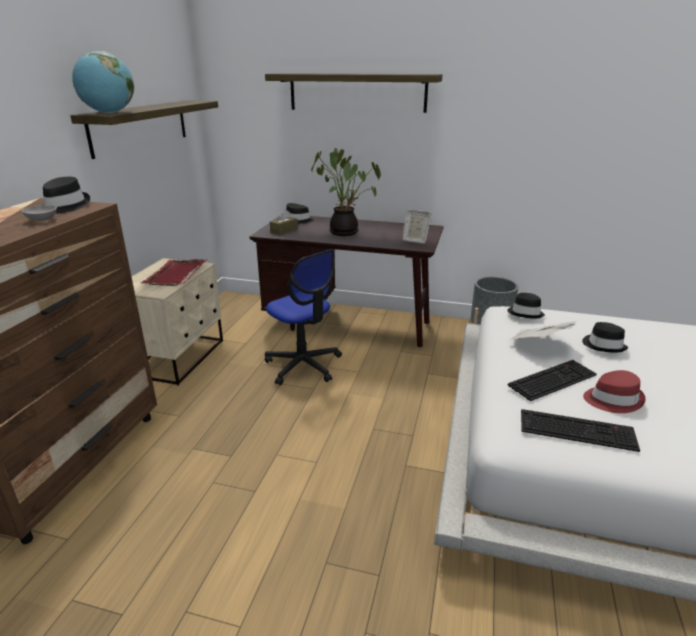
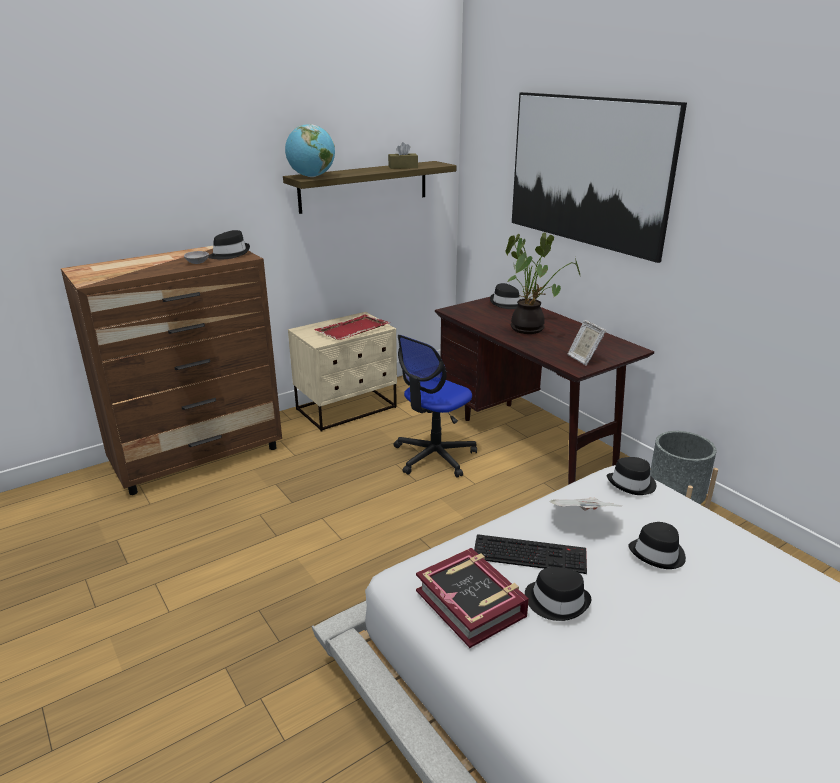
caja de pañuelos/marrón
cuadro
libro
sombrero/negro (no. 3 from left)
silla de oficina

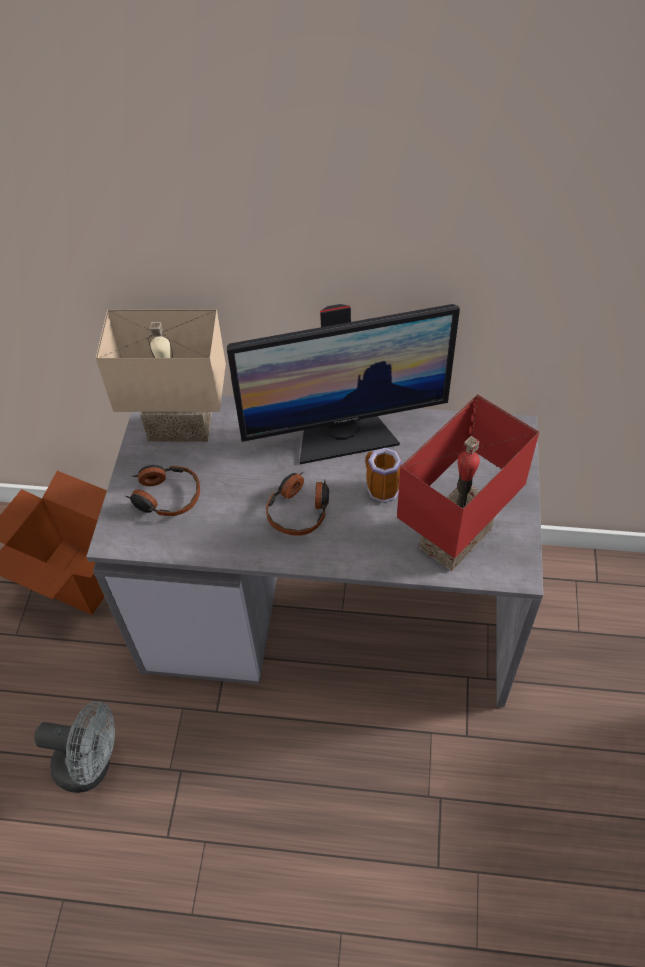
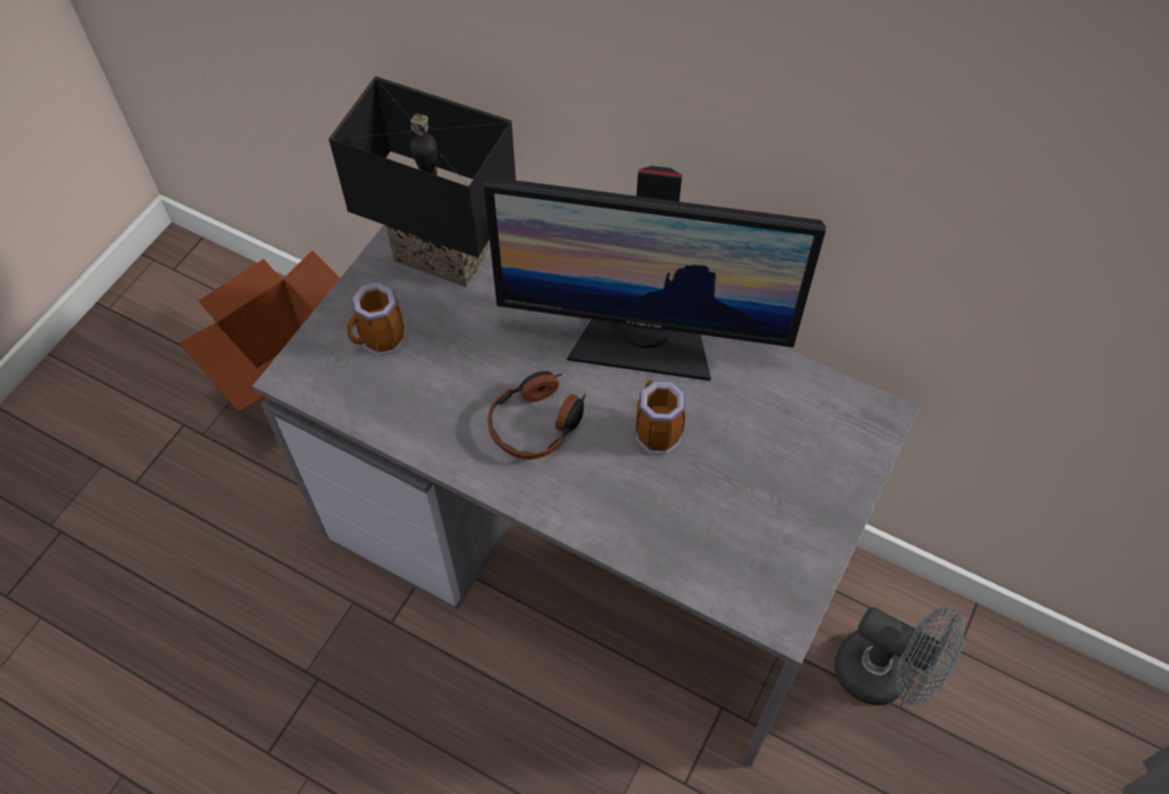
lámpara de mesa/rojo
ventilador/gris
taza grande (no. 1 from left)
lámpara de mesa/negro

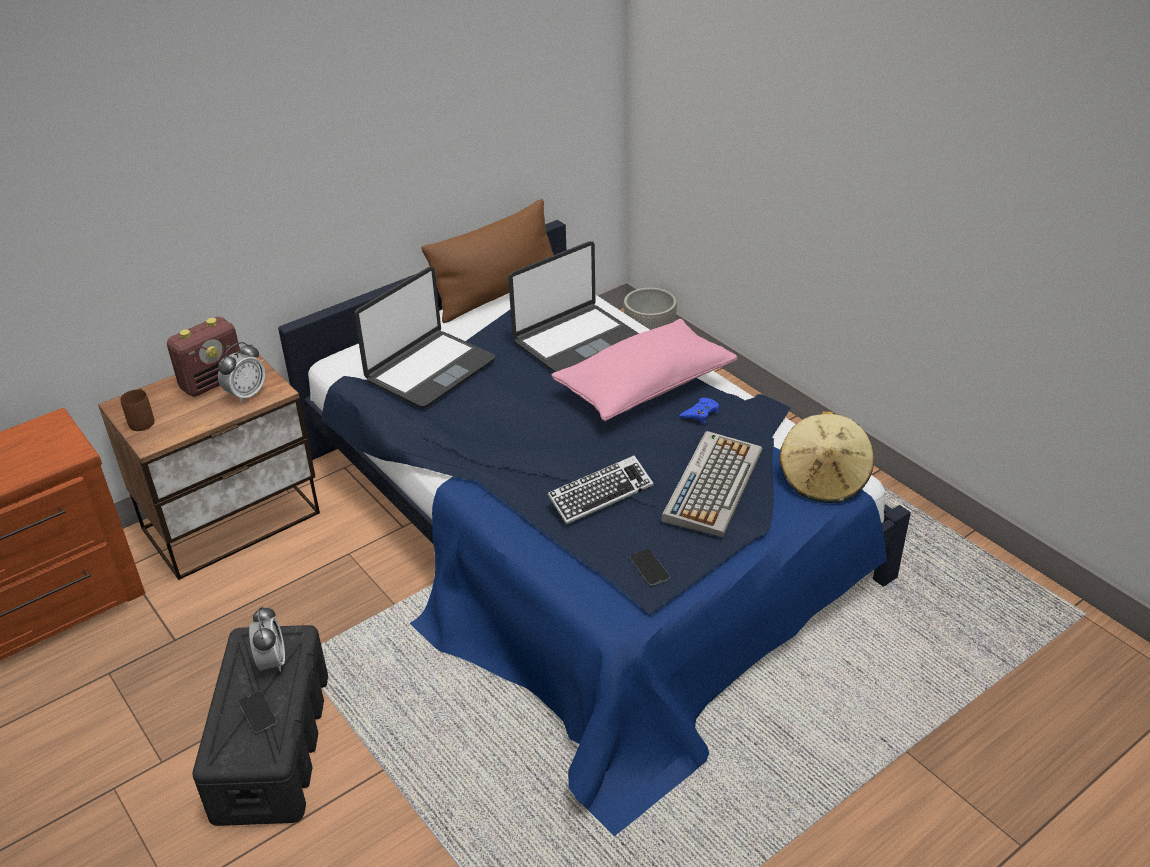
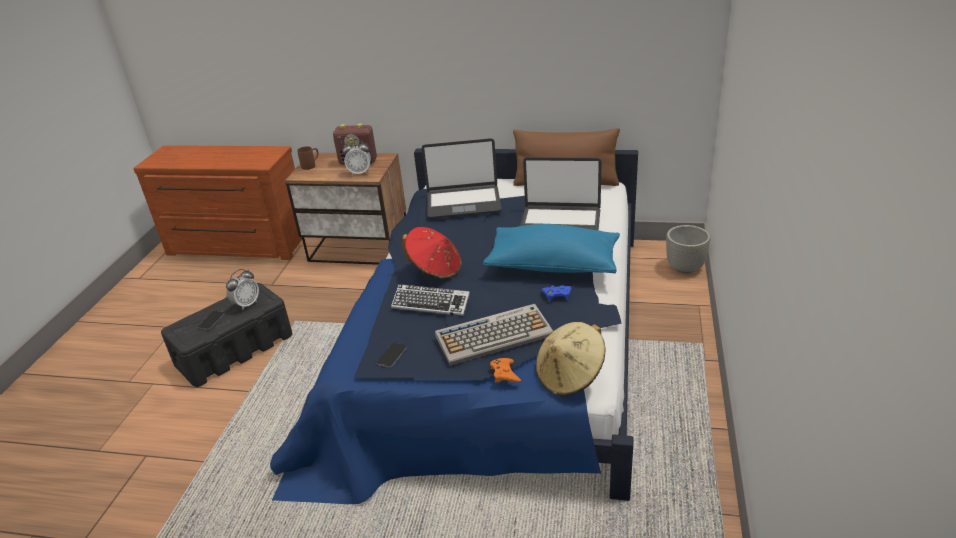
sombrero/rojo
mando de consola/naranja
cojín/azul

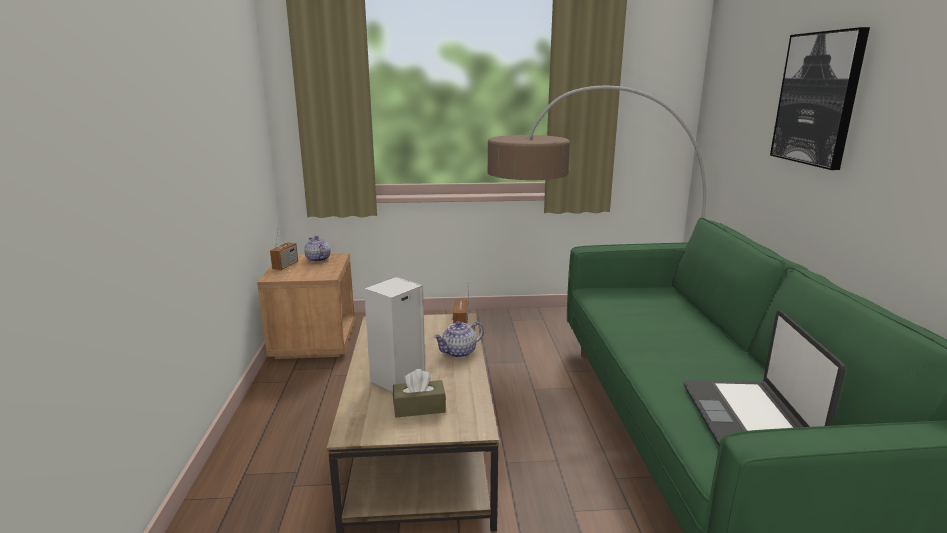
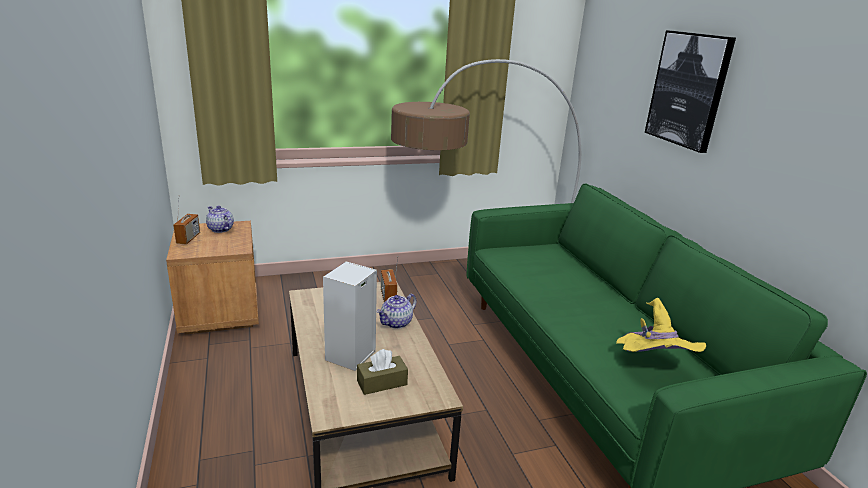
sombrero/amarillo

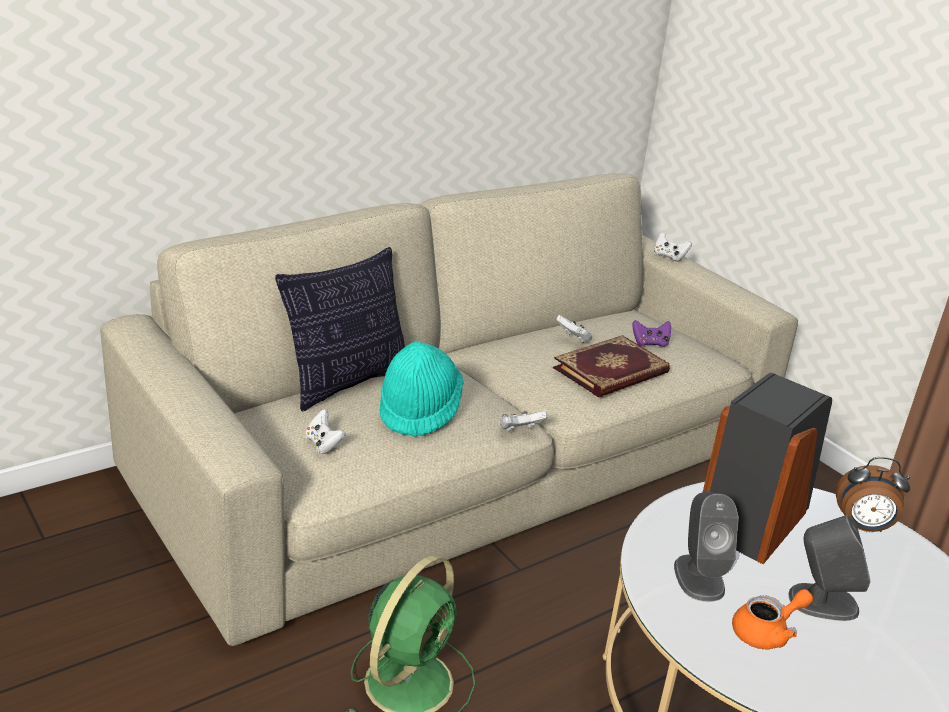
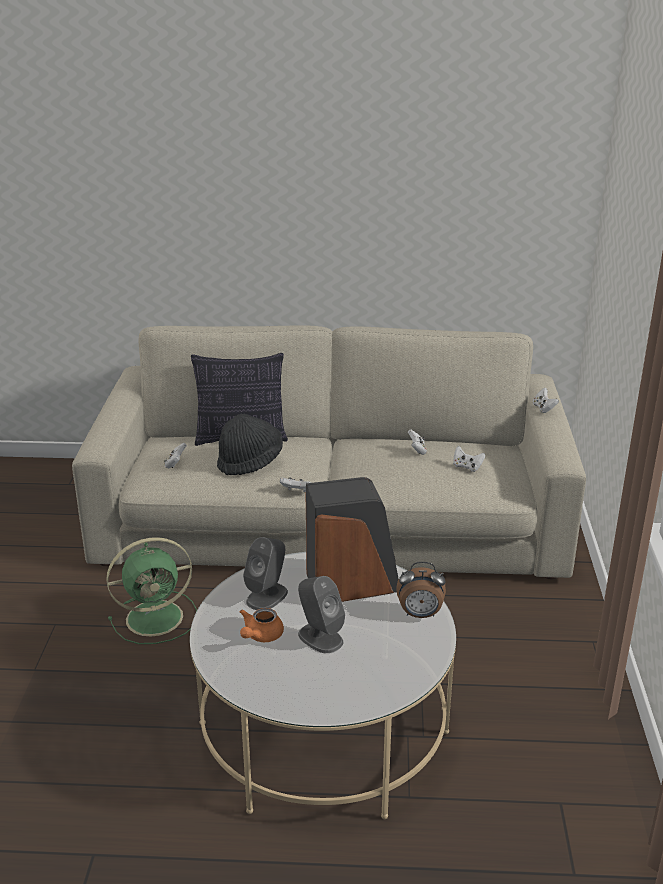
libro
sombrero/negro
mando de consola/blanco (no. 4 from left)
tetera/naranja
despertador

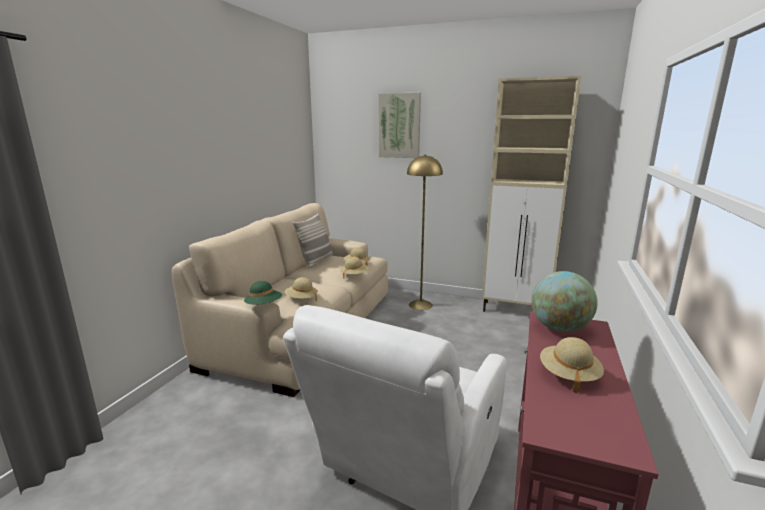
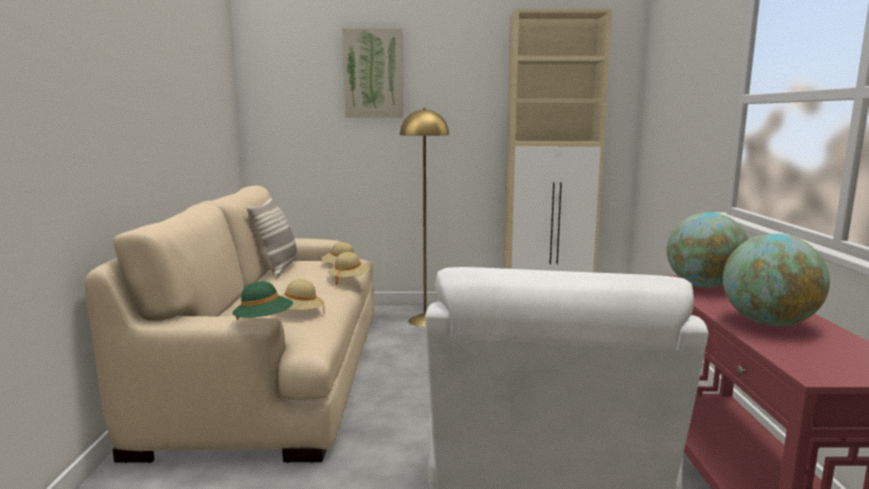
globo terráqueo (no. 2 from left)

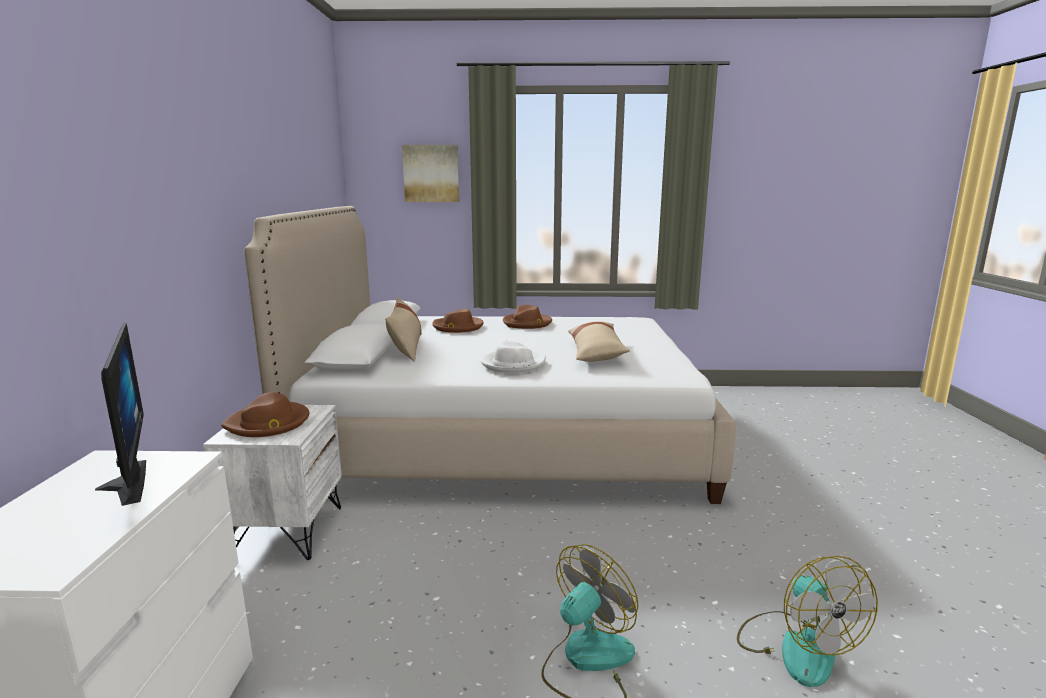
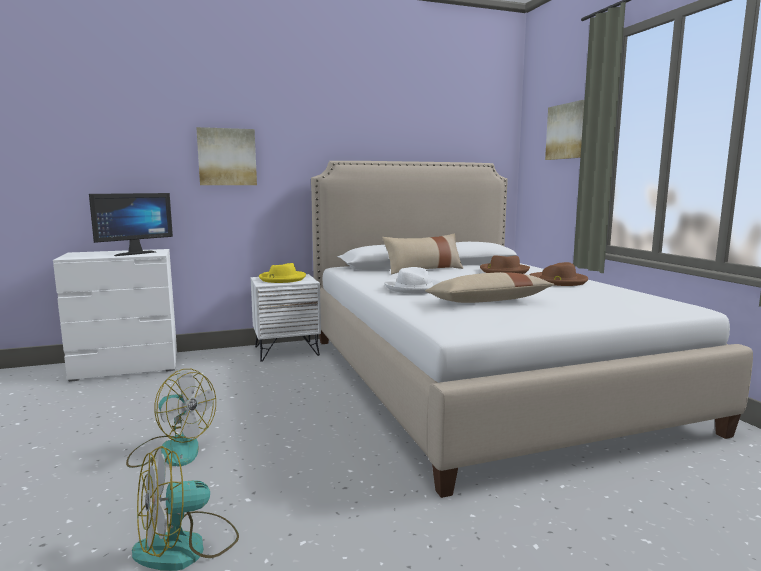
cuadro (no. 1 from left)
sombrero/amarillo

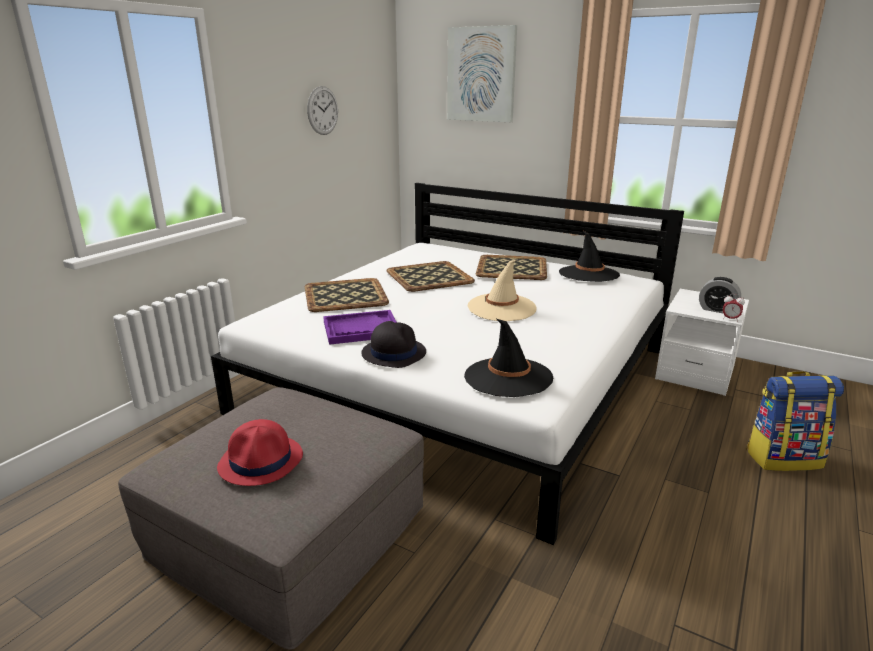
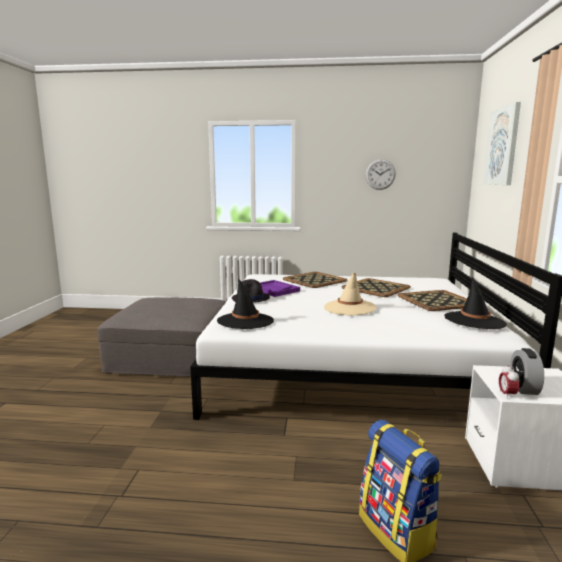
sombrero/rojo

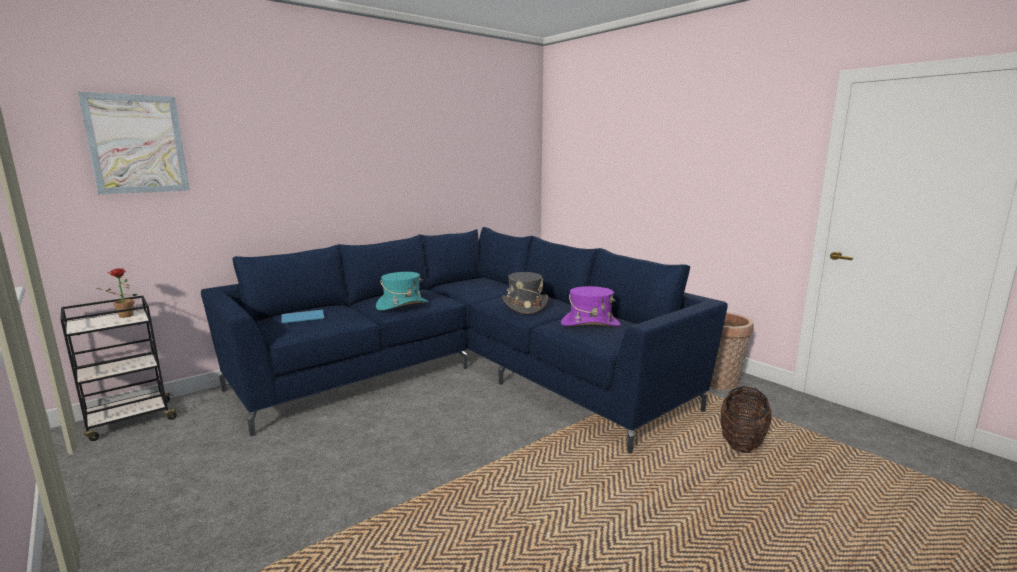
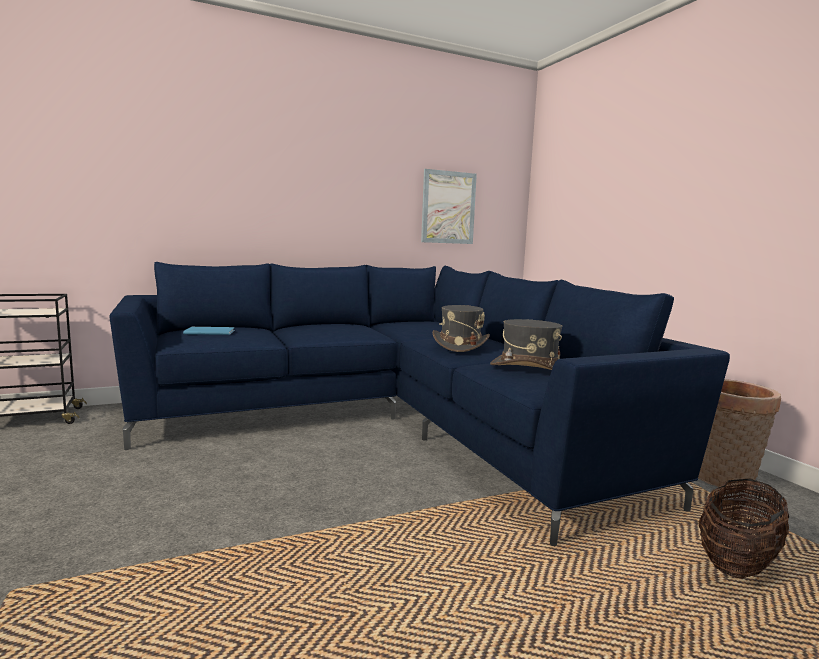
planta en maceta
sombrero/turquesa
cuadro
sombrero/gris (no. 2 from left)

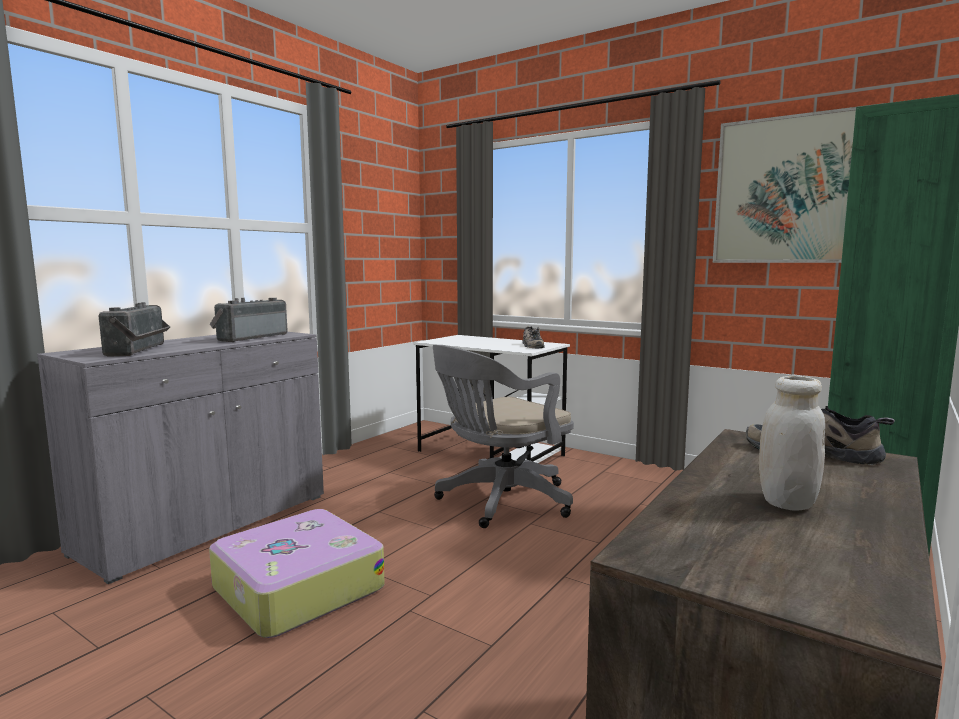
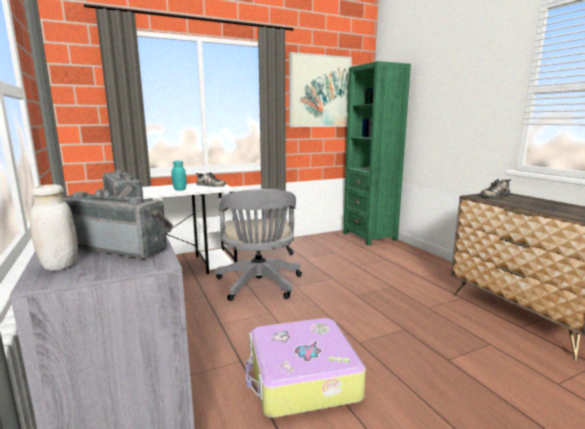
tarro/turquesa
tarro/blanco

